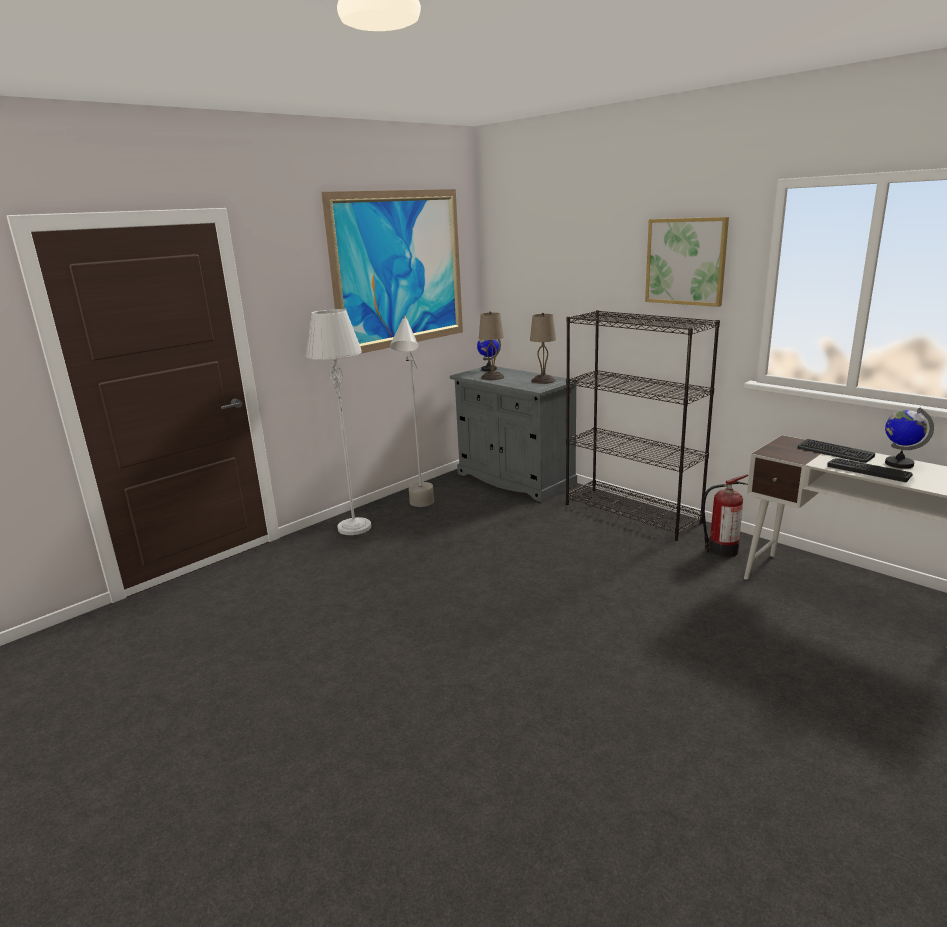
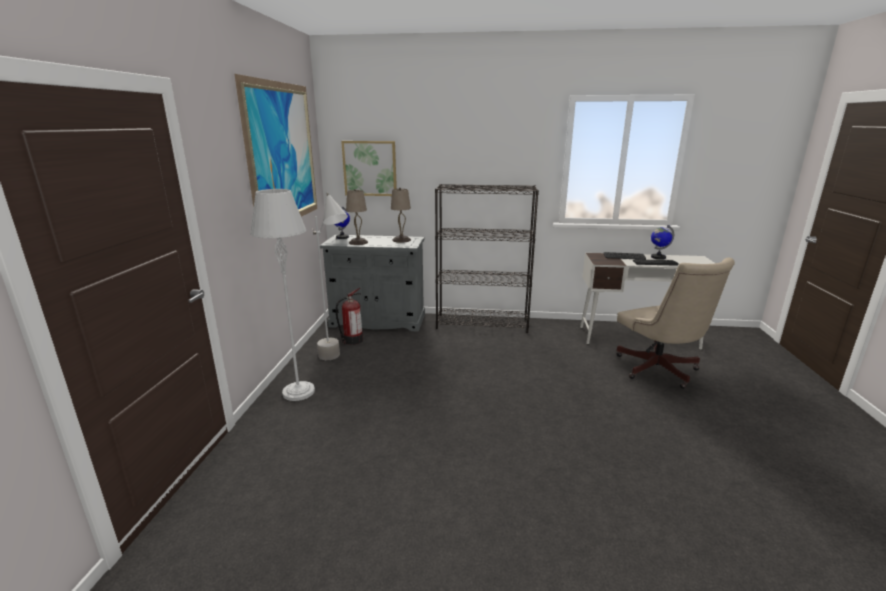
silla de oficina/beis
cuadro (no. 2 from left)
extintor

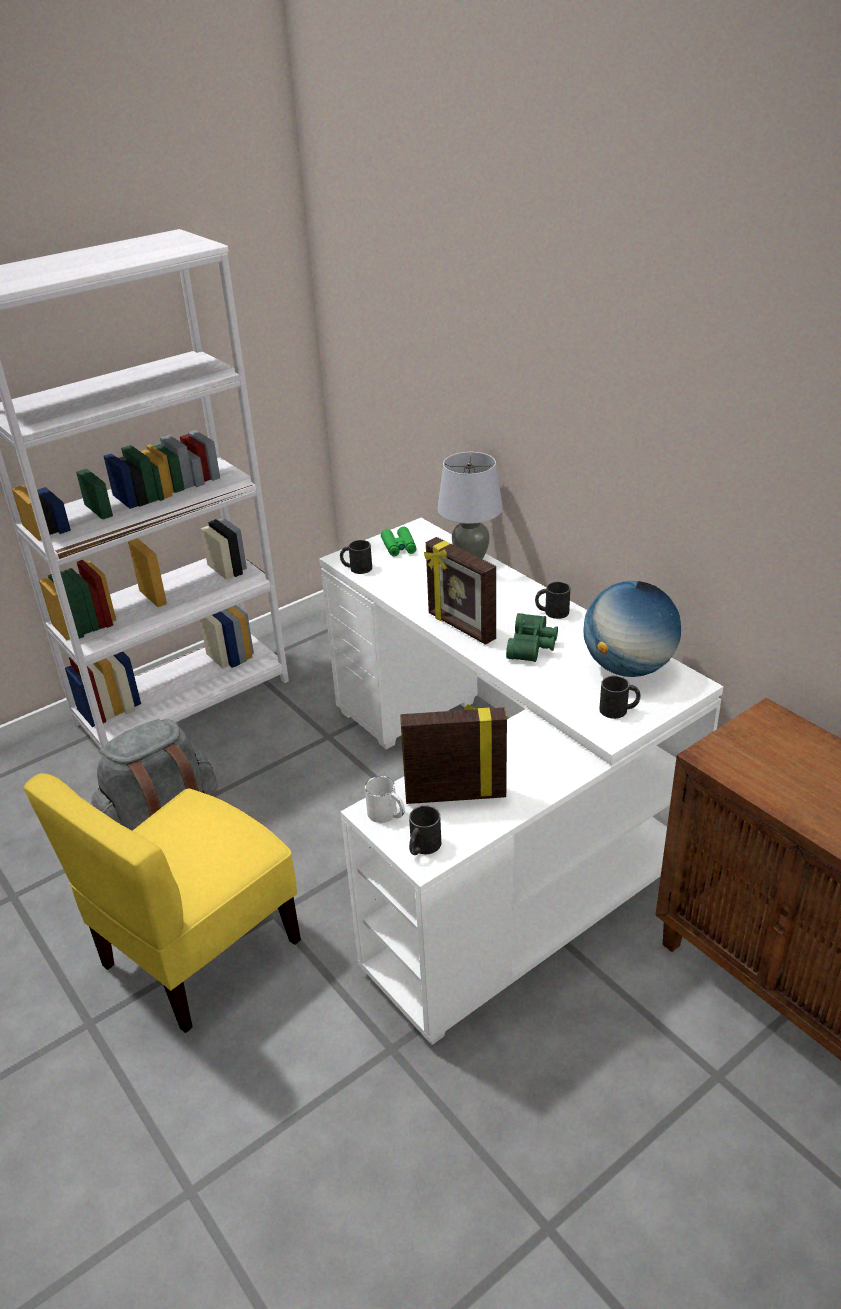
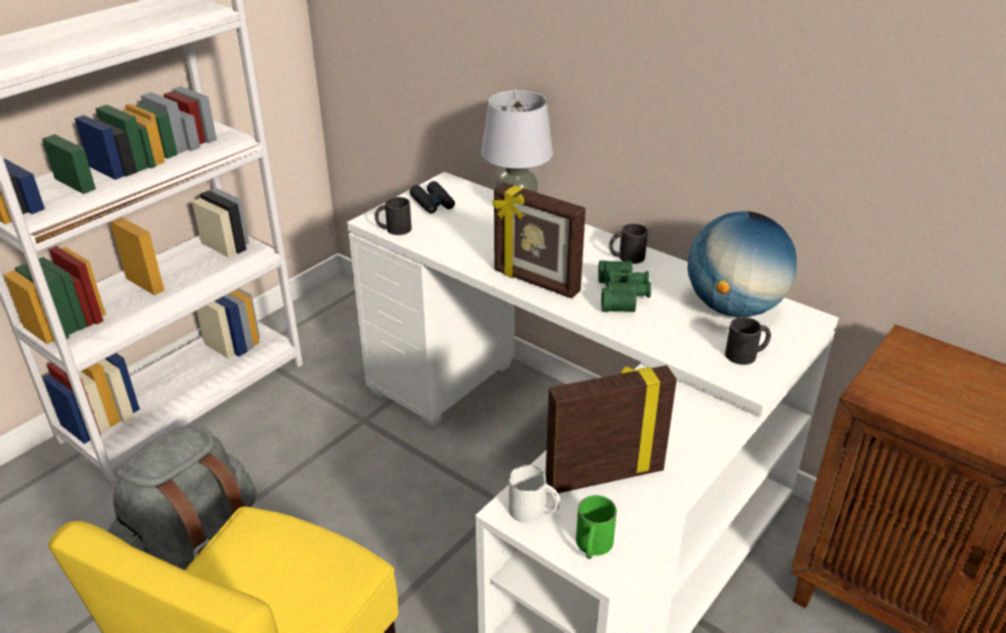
prismáticos/negro
taza grande/verde

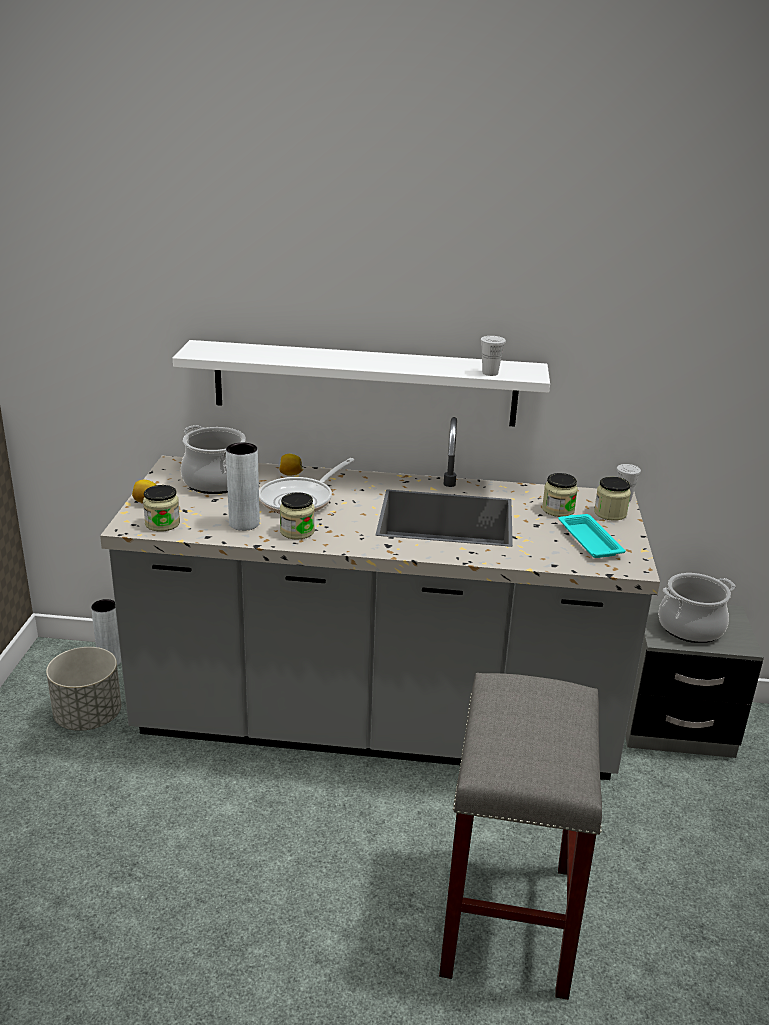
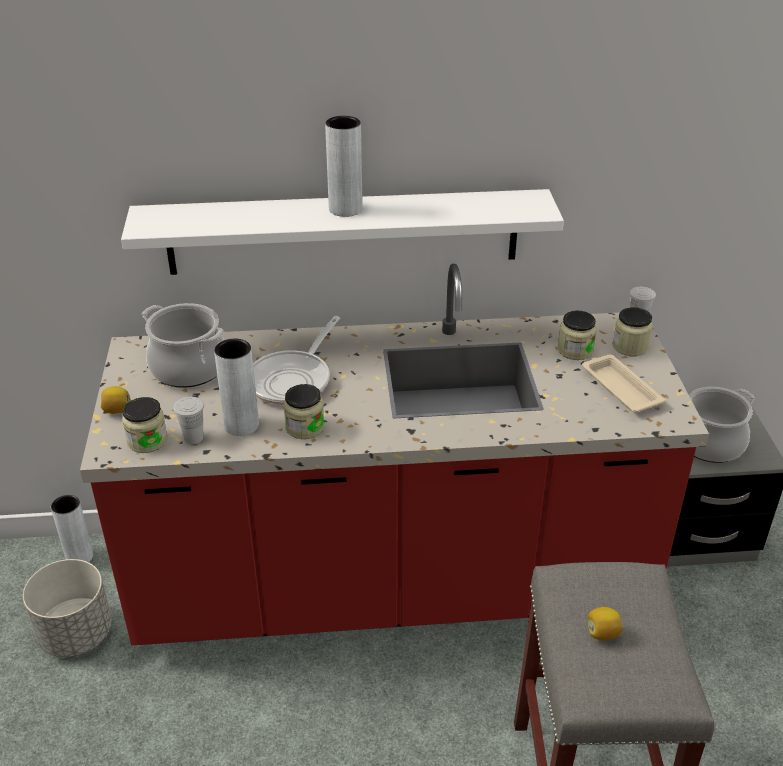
florero/gris (no. 3 from left)
limón (no. 2 from left)
taza/blanco (no. 1 from left)
mueble bajo de cocina/rojo
bandeja/beis

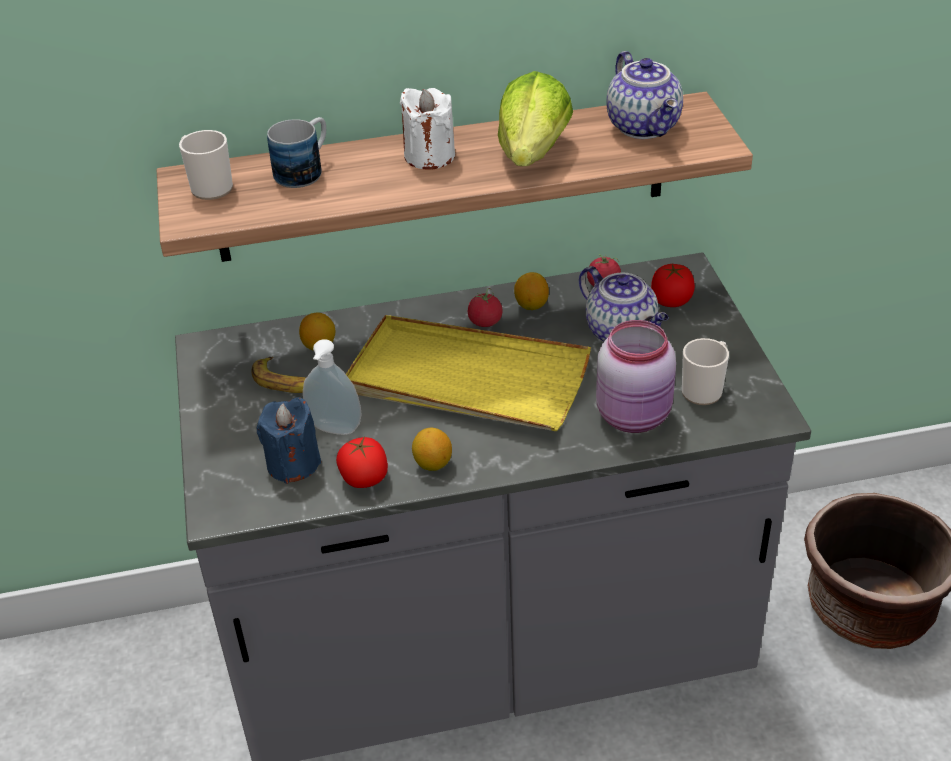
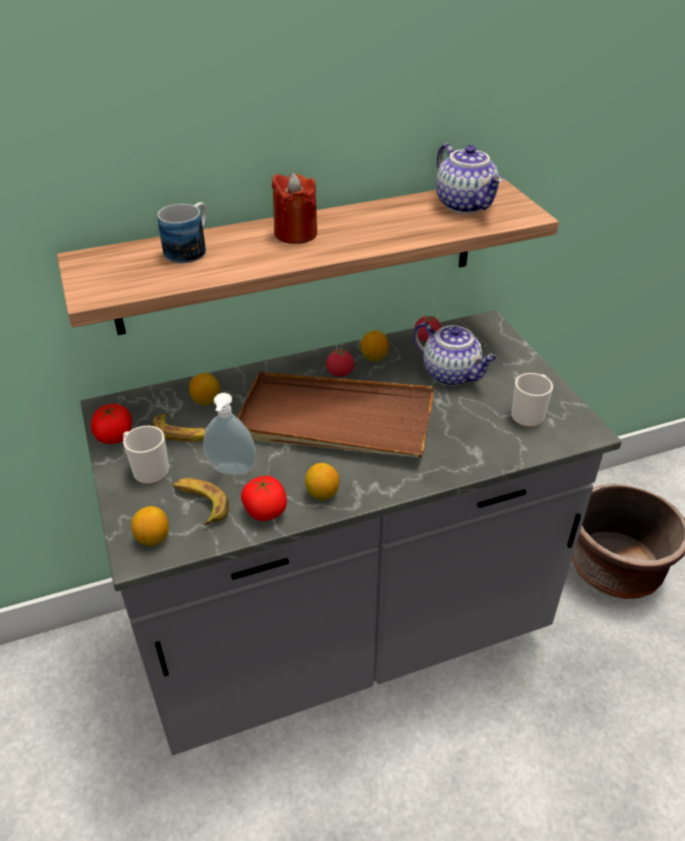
lechuga
tarro/rosa
limón (no. 1 from left)
taza grande (no. 1 from left)
tomate (no. 1 from left)
plátano (no. 2 from left)
bandeja/marrón
vela/rojo

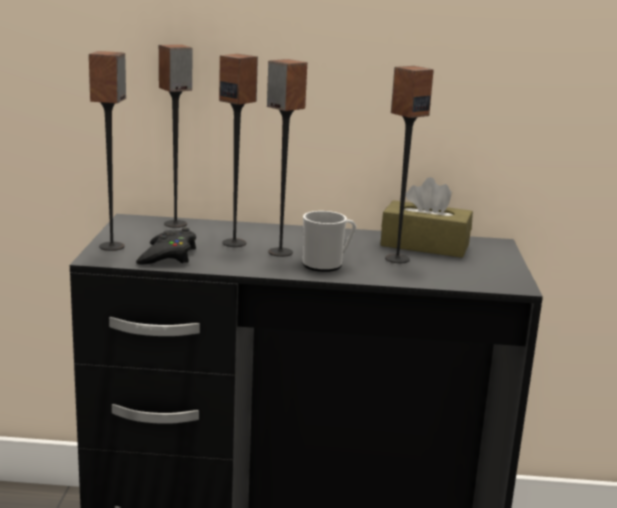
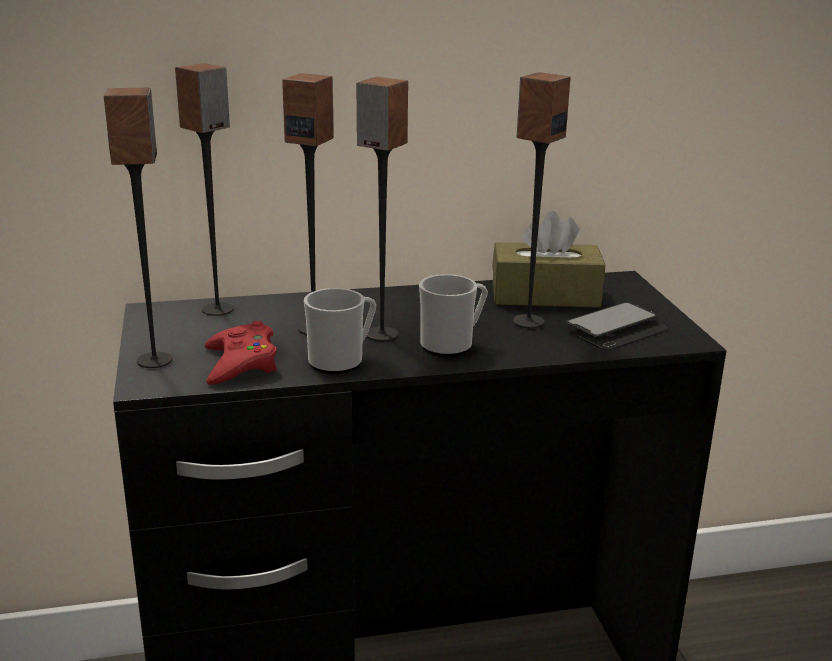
taza grande (no. 1 from left)
móvil
mando de consola/rojo

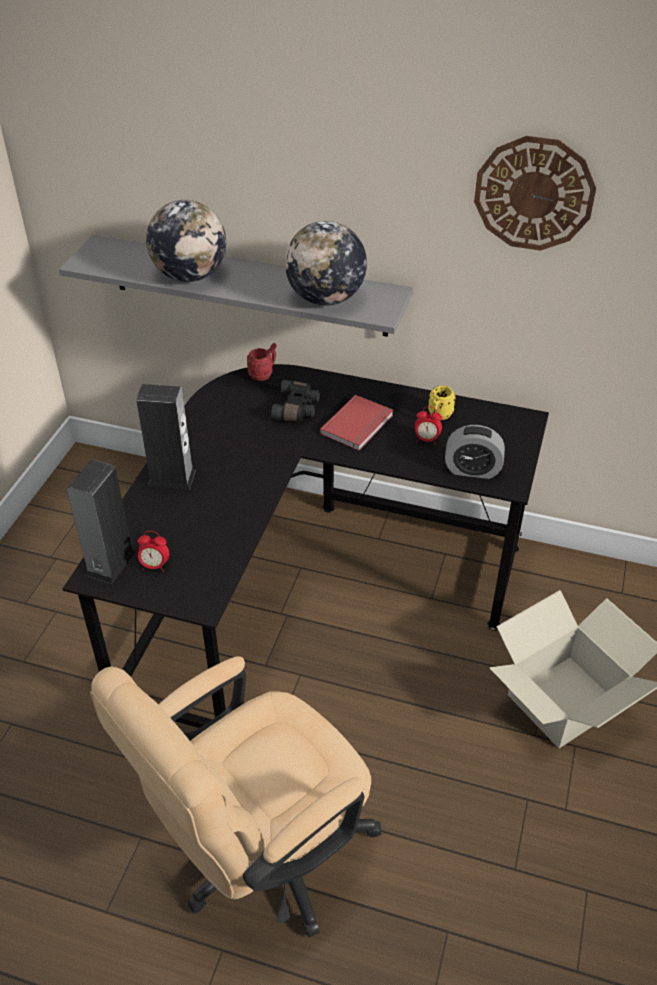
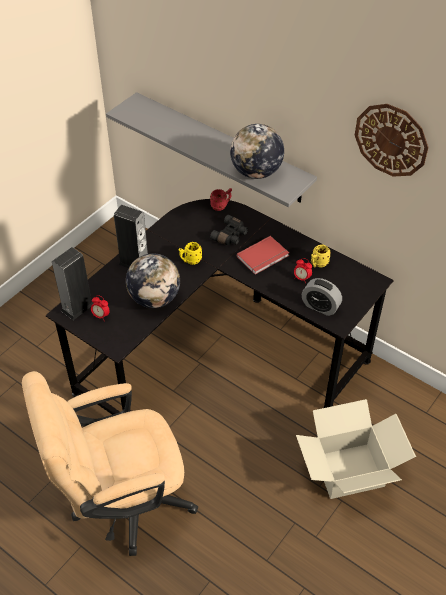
taza grande/amarillo (no. 1 from left)
globo terráqueo (no. 1 from left)

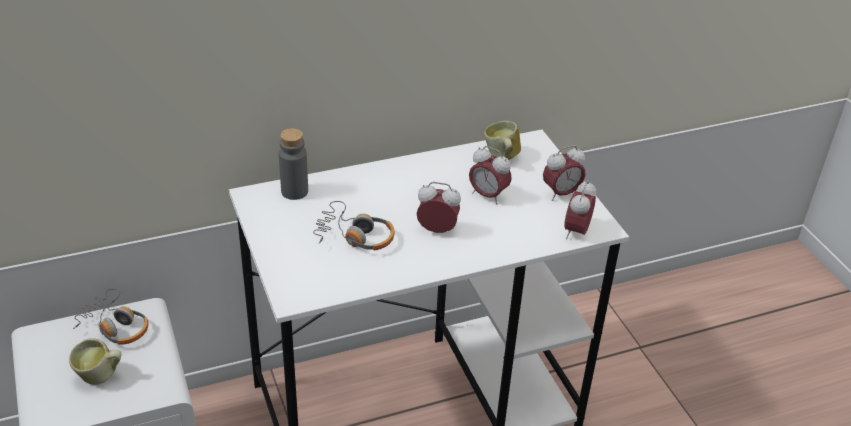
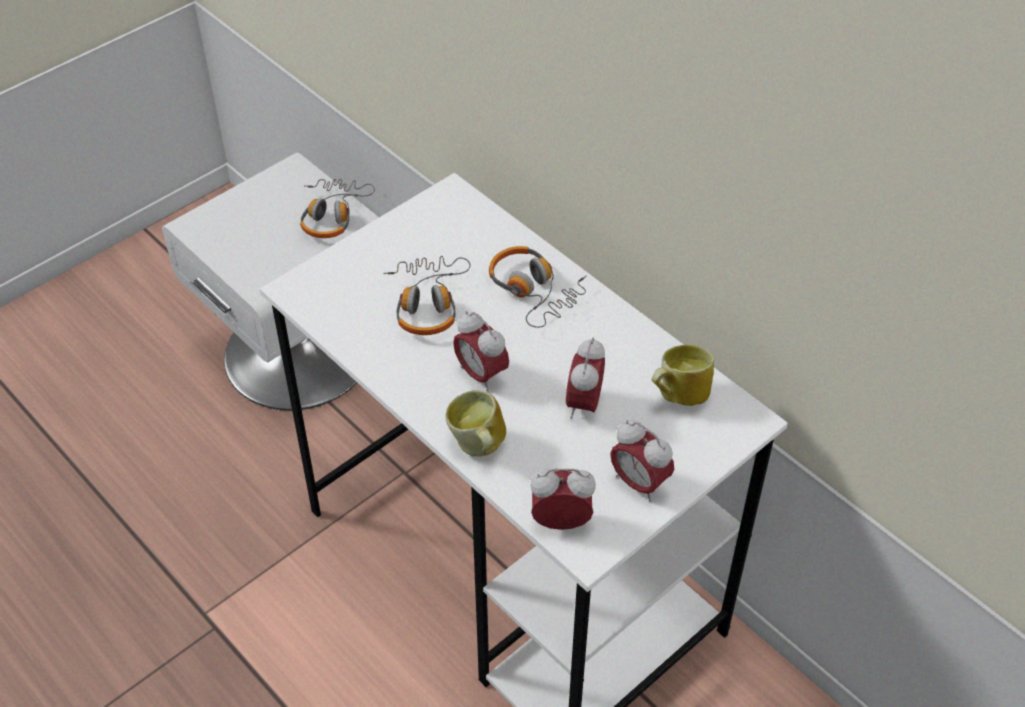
botella/gris
auriculares (no. 3 from left)
taza grande (no. 1 from left)
despertador (no. 1 from left)

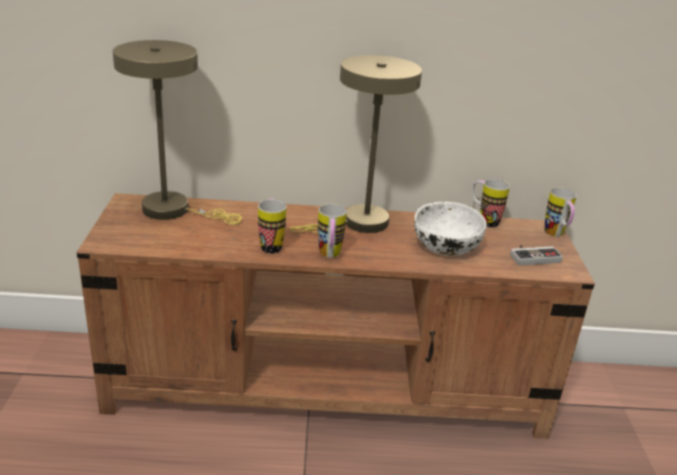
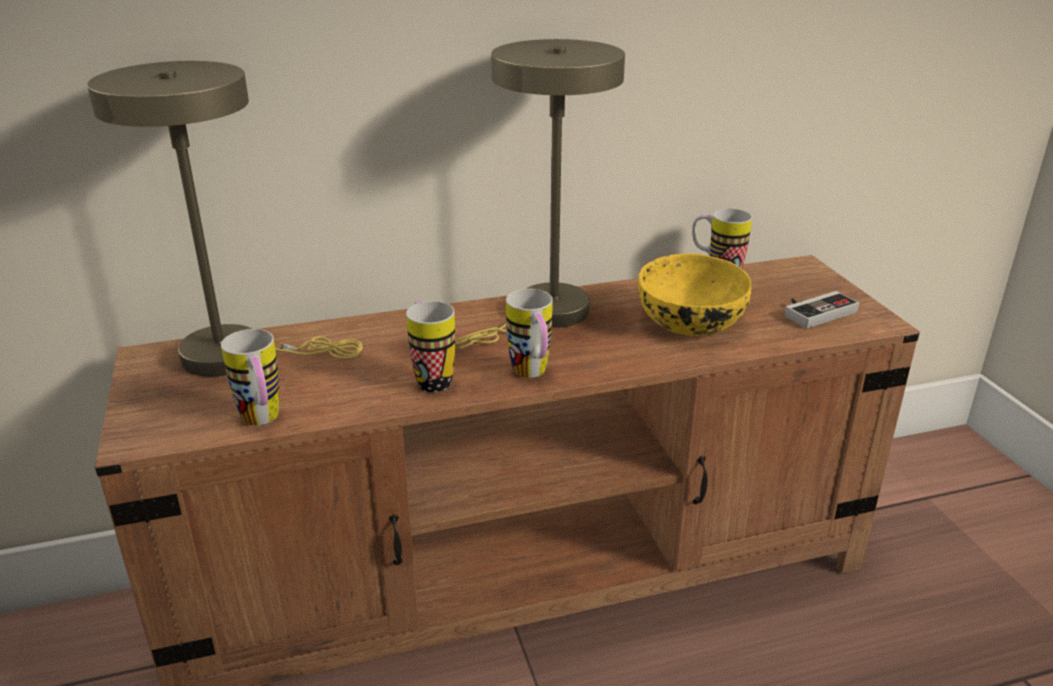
taza grande (no. 1 from left)
cuenco/amarillo

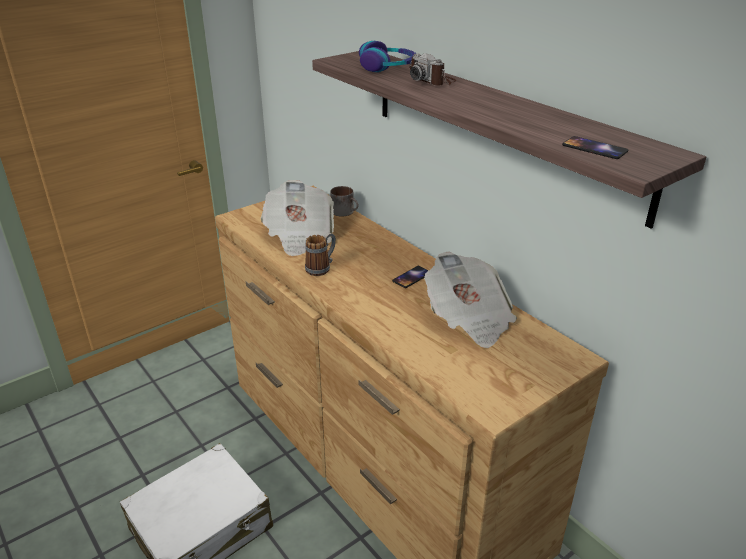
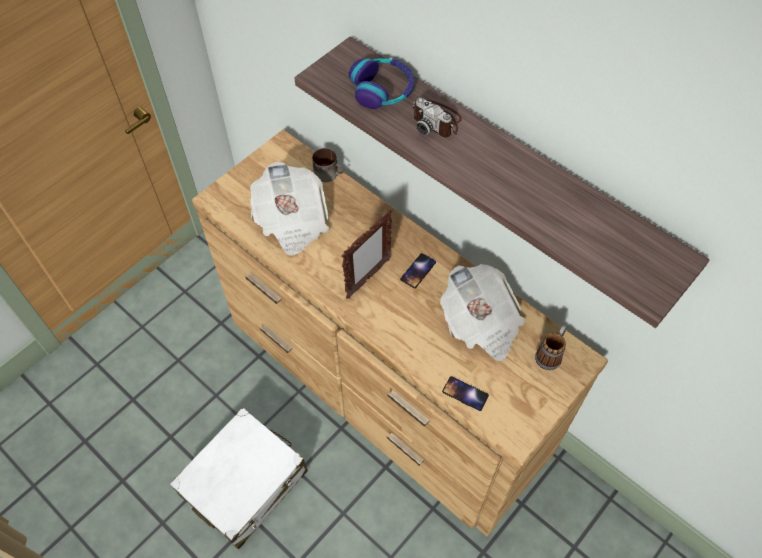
portarretratos
taza grande (no. 2 from left)
móvil (no. 2 from left)

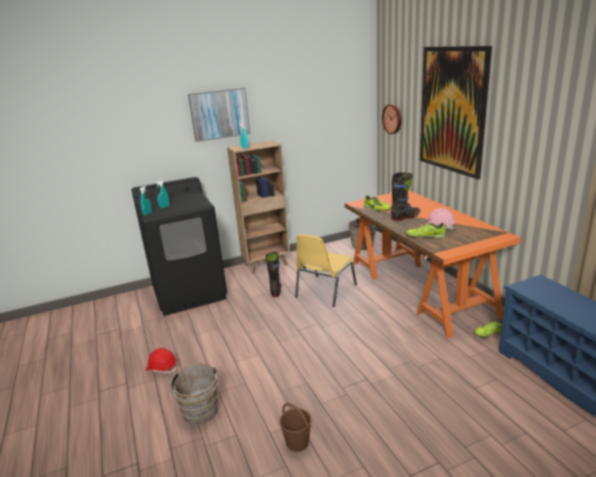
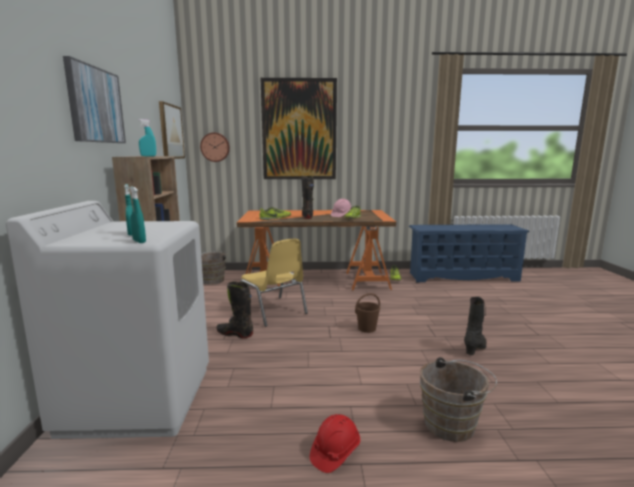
cuadro (no. 2 from left)
bota/negro (no. 3 from left)
cubo/marrón (no. 2 from left)
lavadora/blanco

